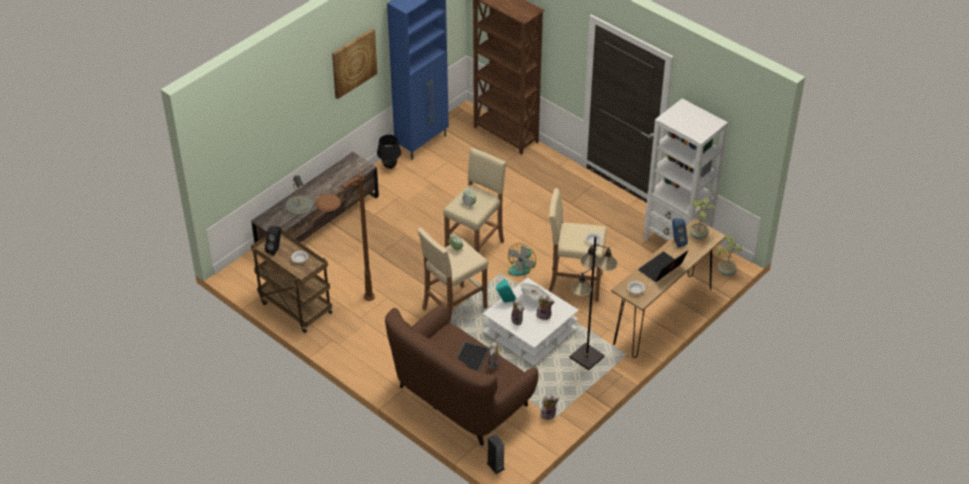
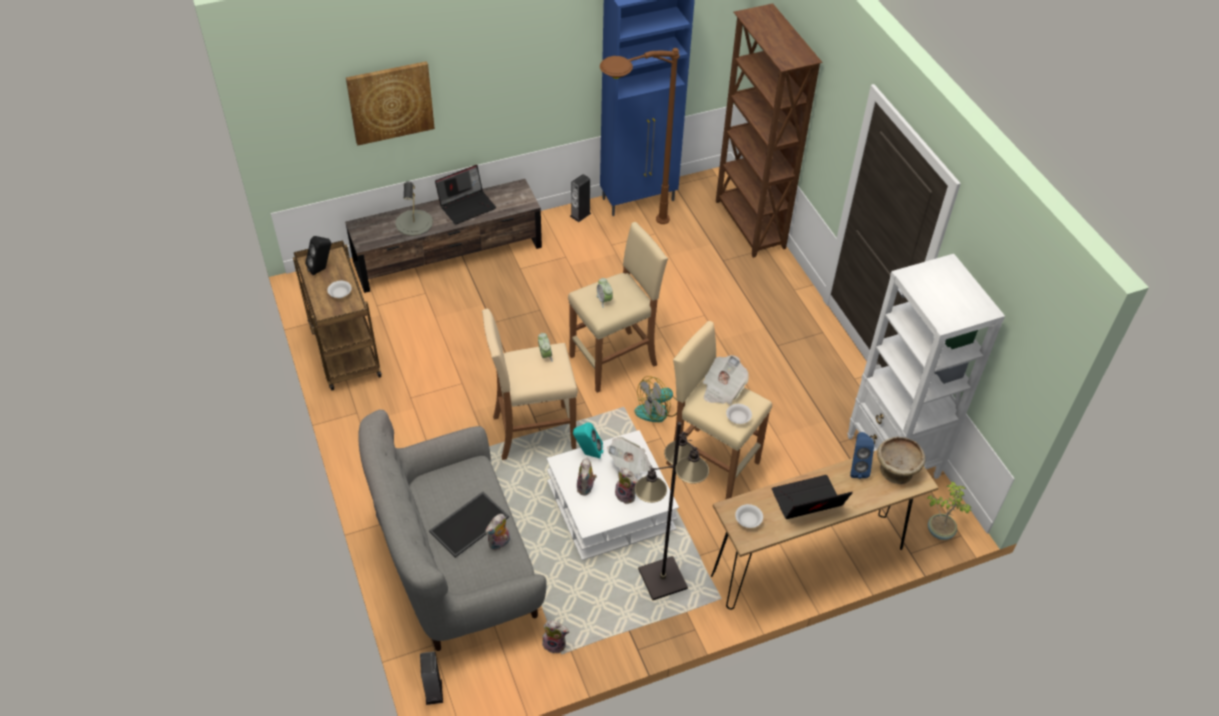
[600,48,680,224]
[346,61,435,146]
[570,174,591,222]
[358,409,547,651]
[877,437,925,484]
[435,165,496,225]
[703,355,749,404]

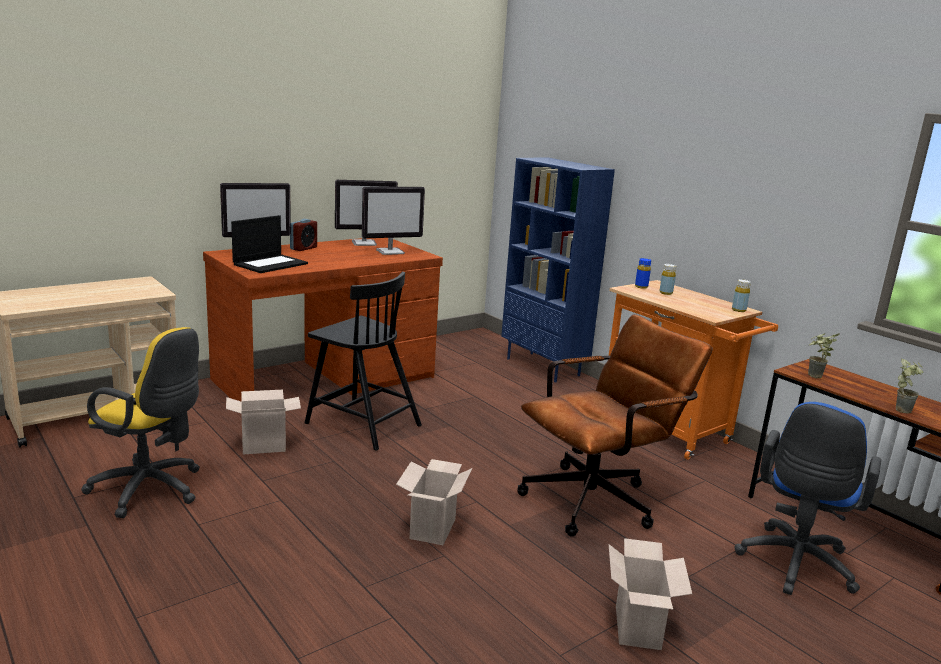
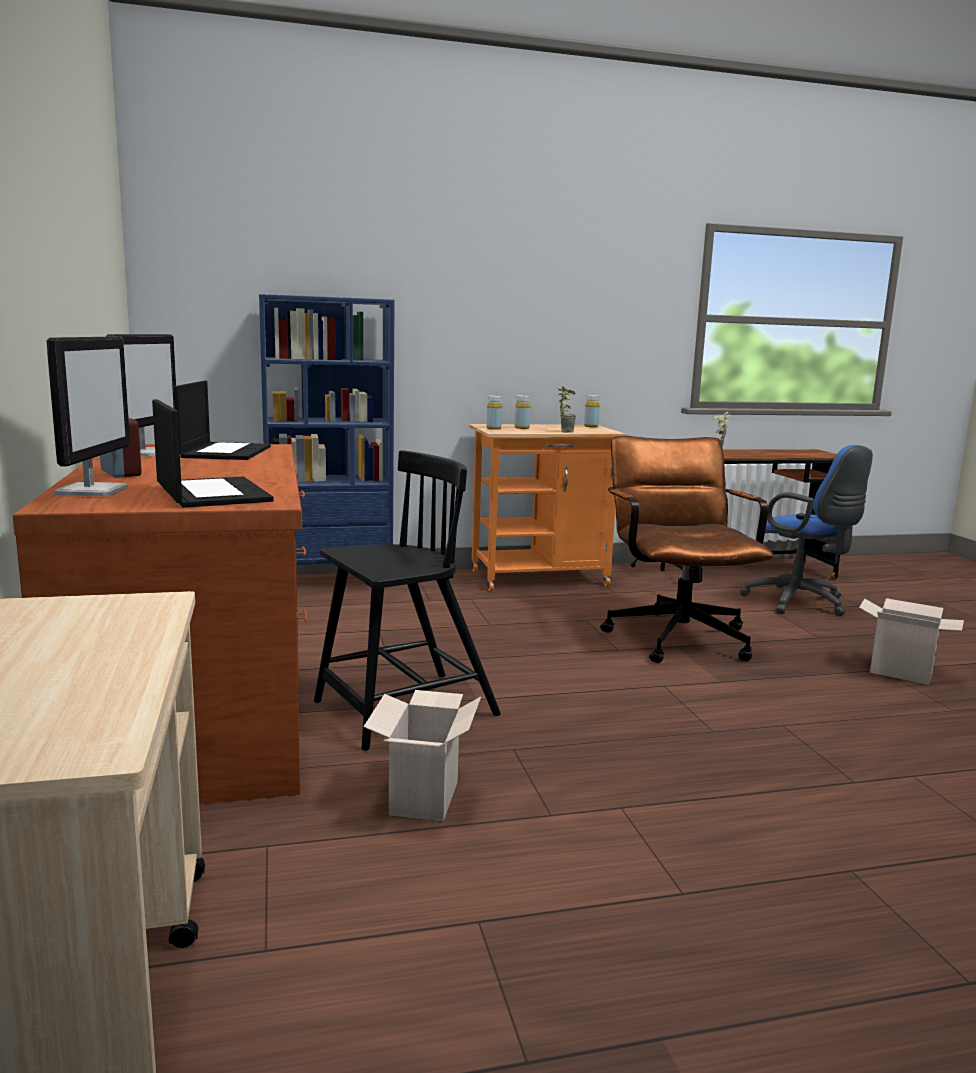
[81,327,200,518] (first image)
[173,381,271,460]
[396,459,472,545] (first image)
[486,395,502,430]
[558,386,577,433]

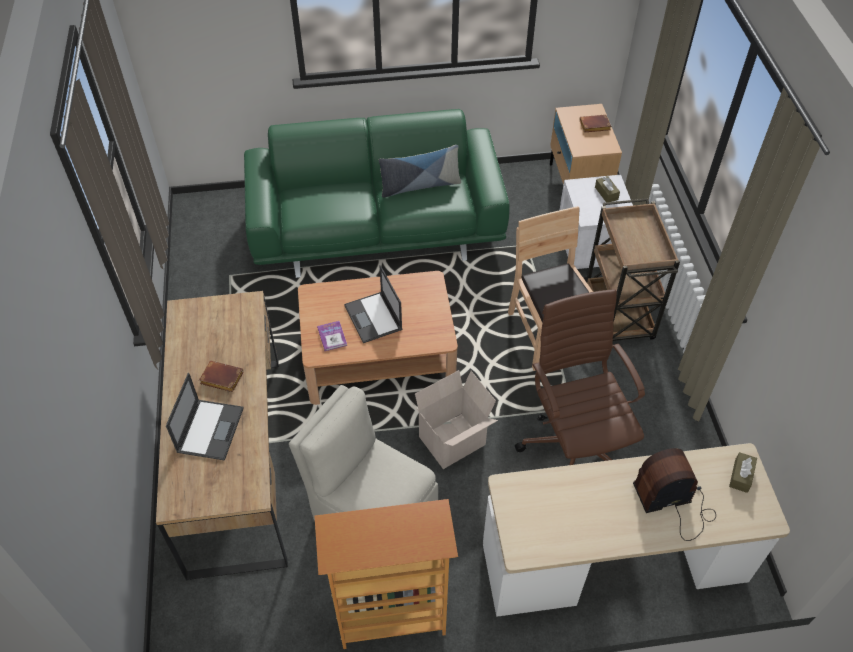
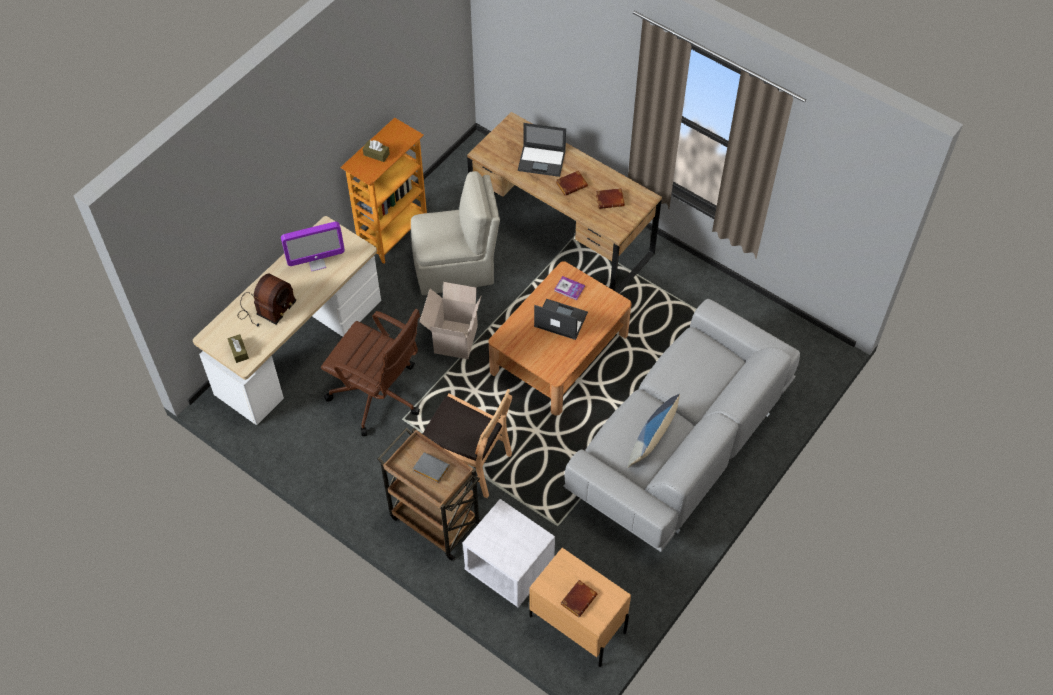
[518,123,566,177]
[563,299,800,552]
[363,140,390,162]
[281,222,345,271]
[413,452,450,483]
[596,188,625,209]

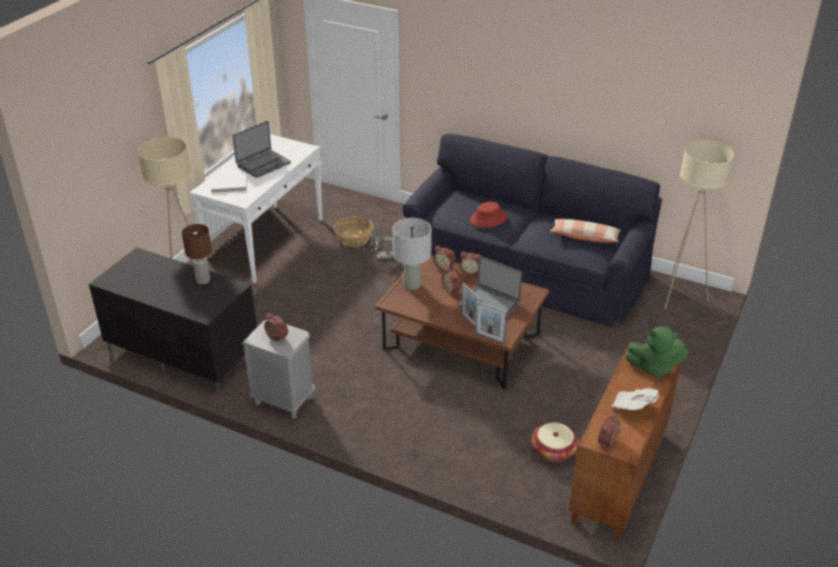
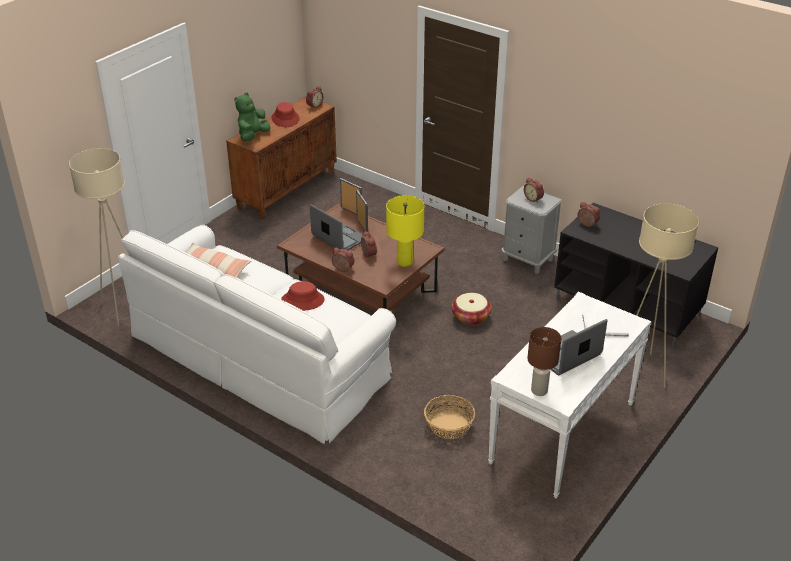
[527,327,561,396]
[371,225,393,259] (first image)
[386,195,424,267]
[118,225,396,444]
[578,202,600,227]
[451,293,492,325]
[272,102,300,127]
[234,92,270,142]

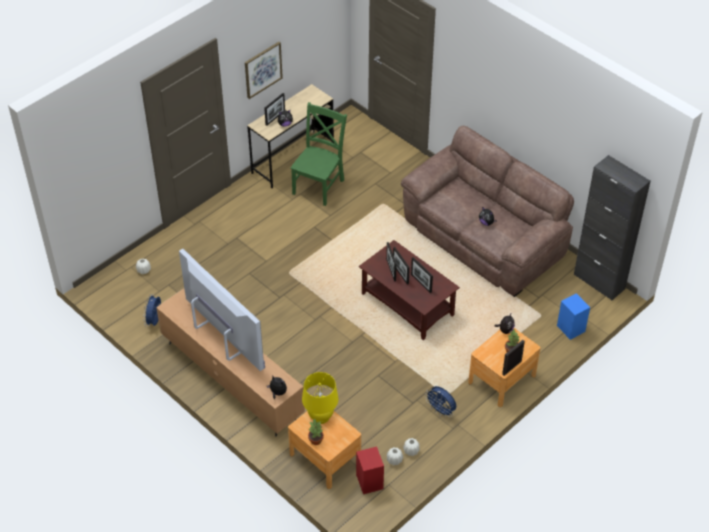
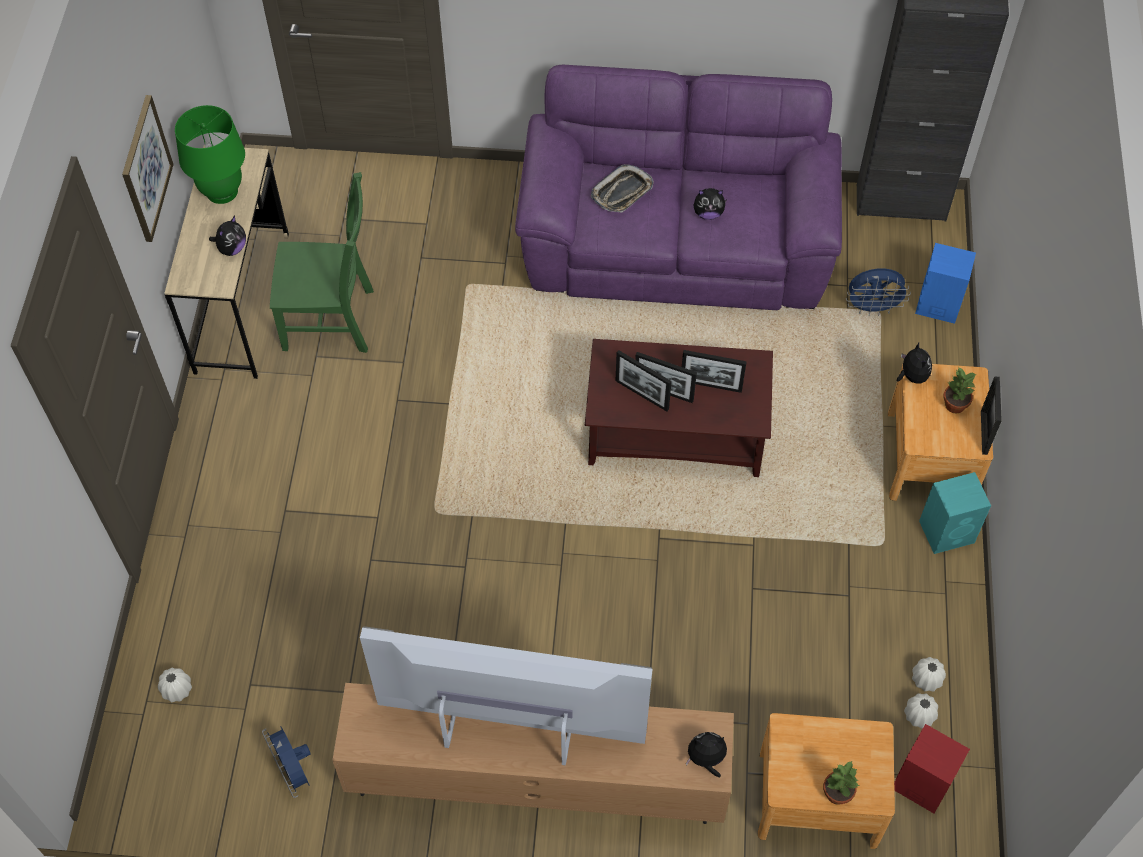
[264,93,285,126] (first image)
[270,172,374,353]
[302,372,338,424] (first image)
[515,65,842,310]
[846,268,911,316]
[175,105,245,204]
[591,164,654,213]
[919,472,991,554]

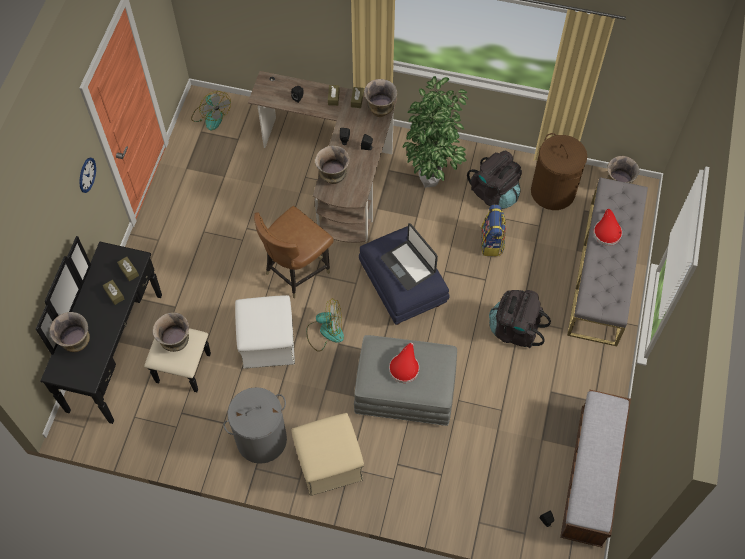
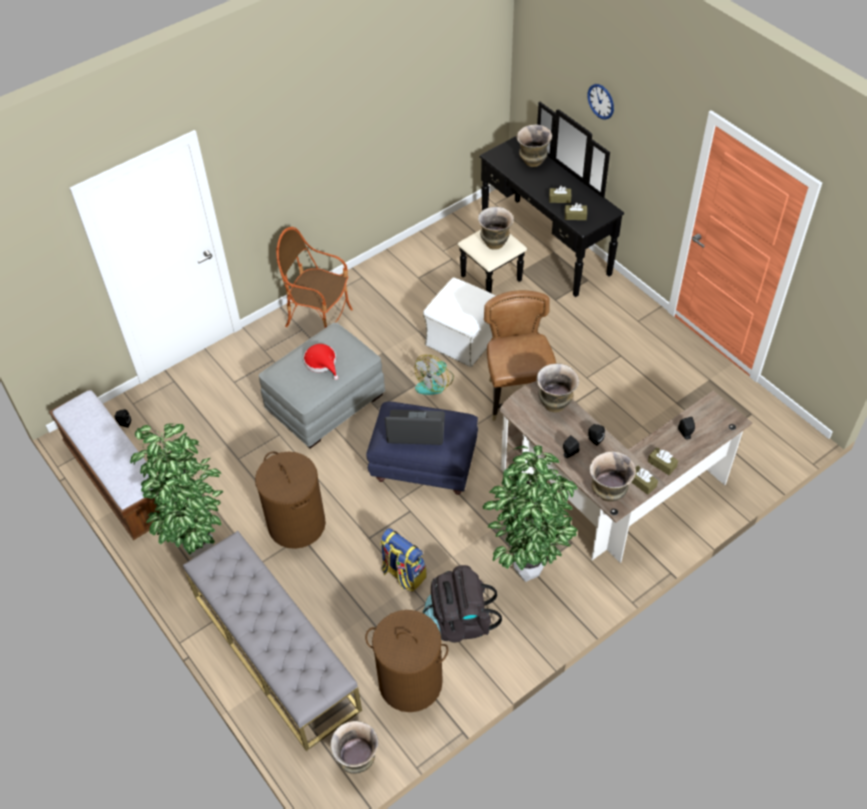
[587,84,614,120]
[191,91,231,130] (first image)
[223,387,287,464] (first image)
[276,227,353,328]
[255,452,326,549]
[593,209,622,246] (first image)
[130,423,223,558]

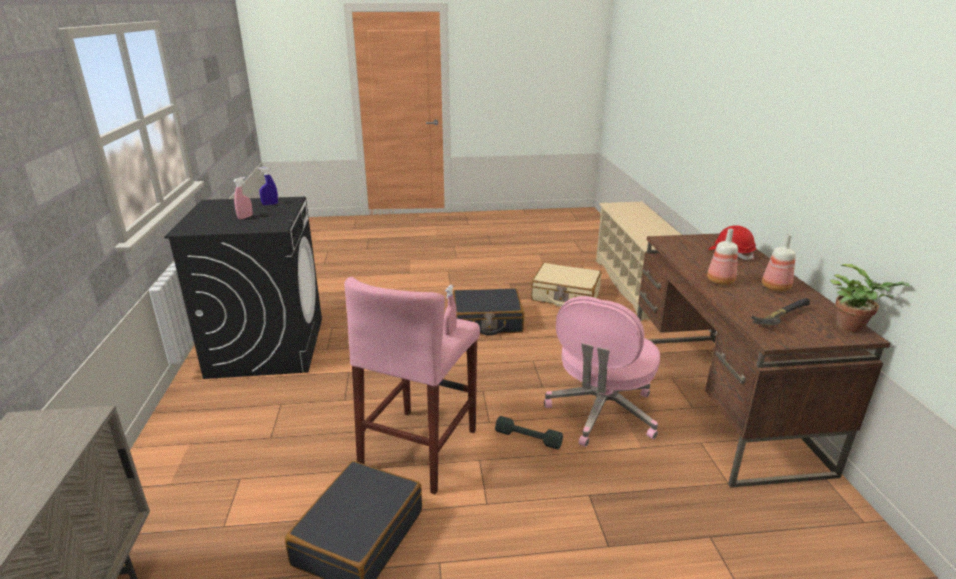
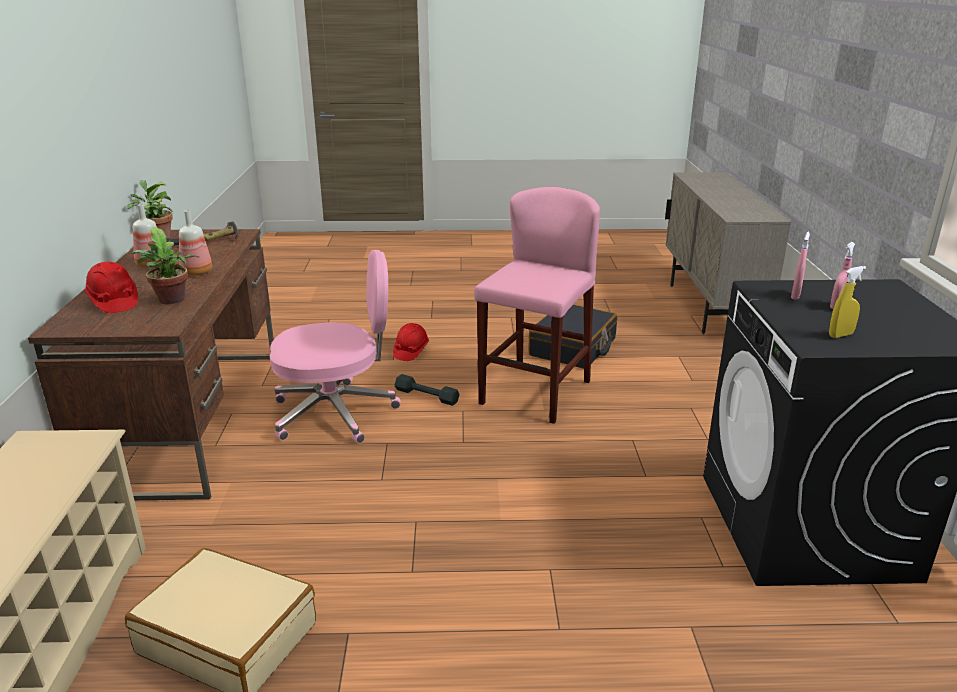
[829,266,866,338]
[791,231,810,300]
[453,288,524,336] (first image)
[270,250,401,443]
[132,227,200,304]
[393,323,429,361]

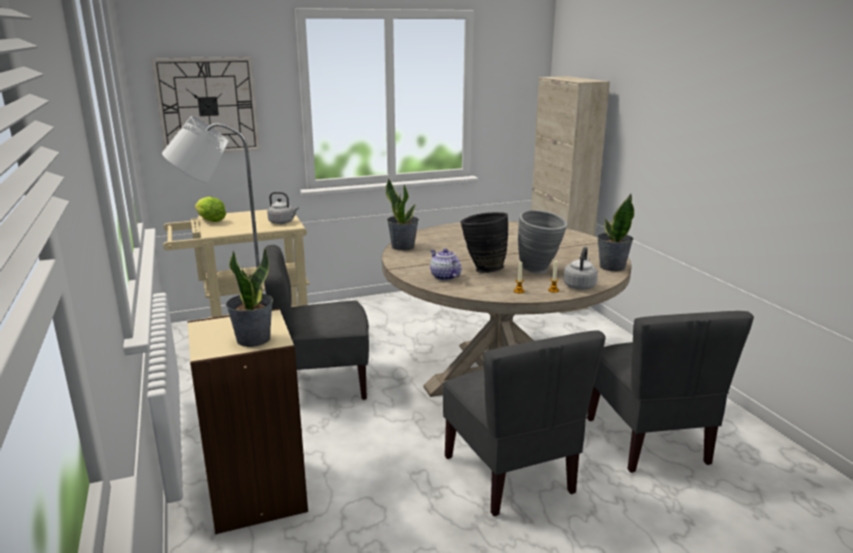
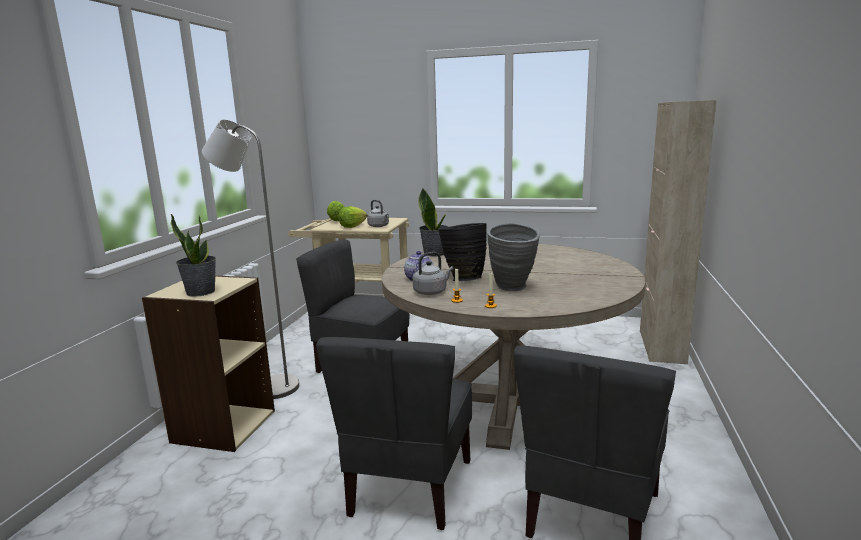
[152,57,260,153] (first image)
[413,252,453,295]
[597,194,634,271] (first image)
[338,206,367,228]

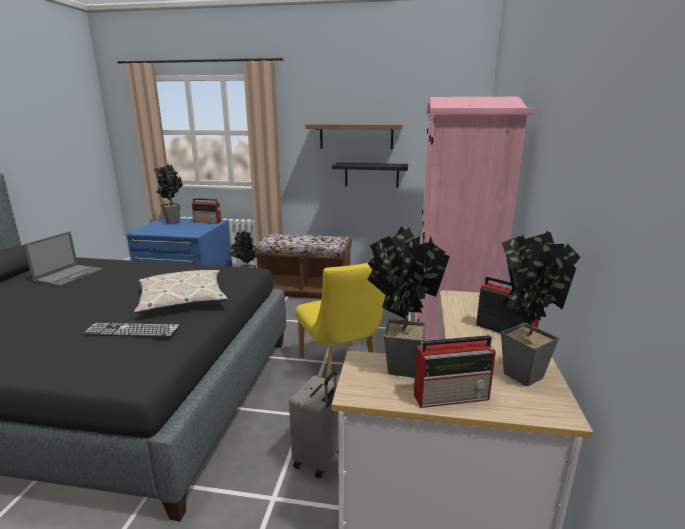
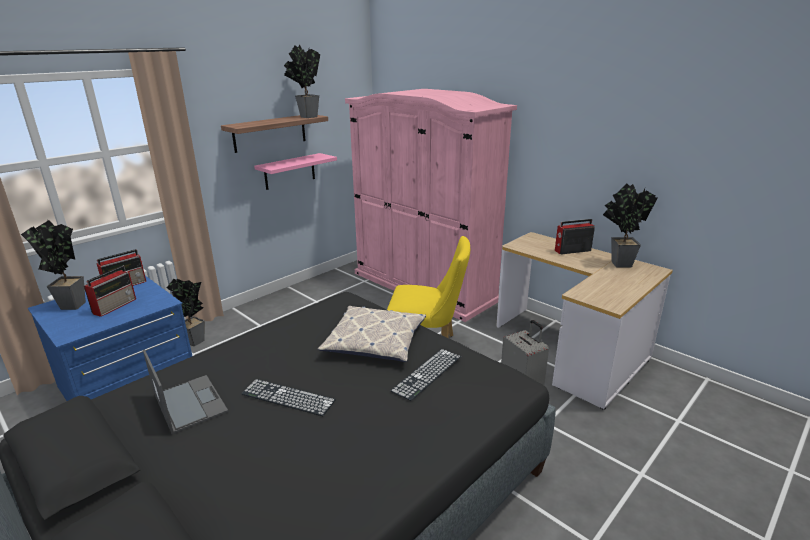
[254,234,351,299] (first image)
[254,153,337,190]
[284,45,320,118]
[84,266,136,317]
[241,379,336,416]

